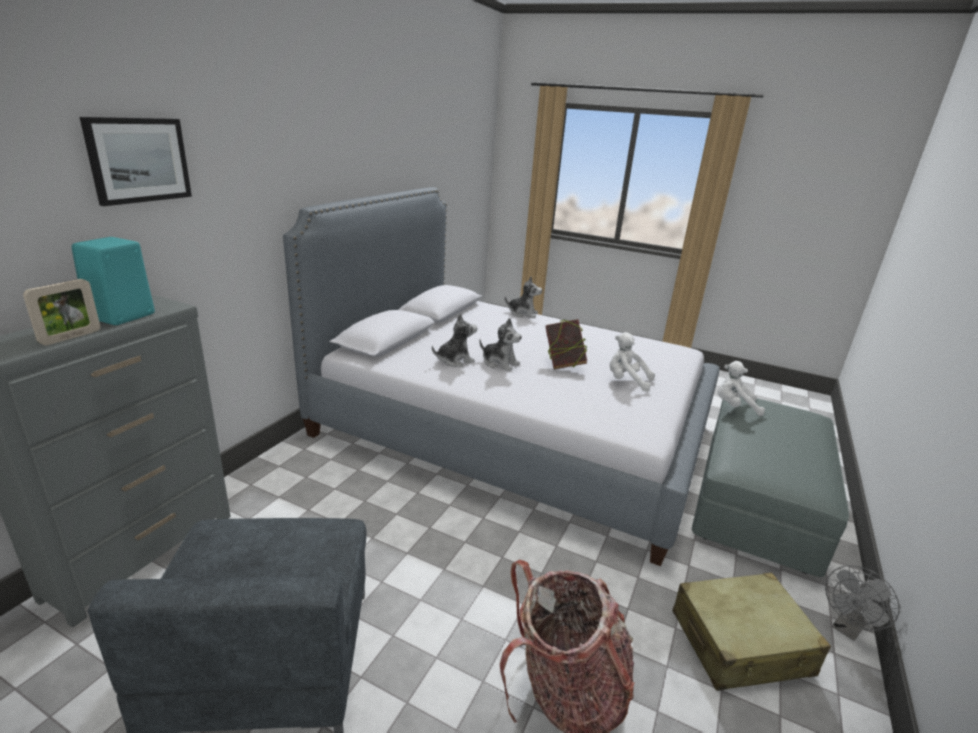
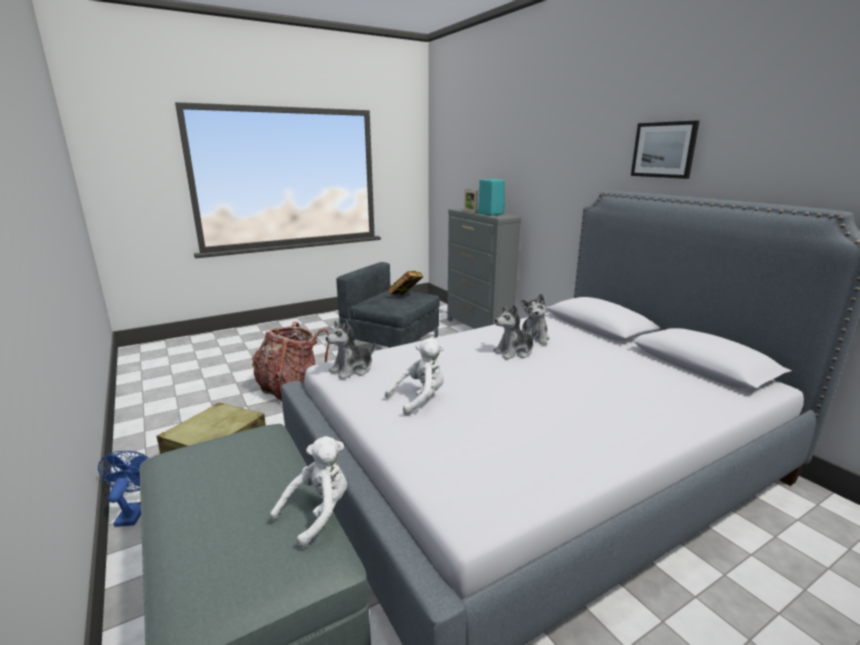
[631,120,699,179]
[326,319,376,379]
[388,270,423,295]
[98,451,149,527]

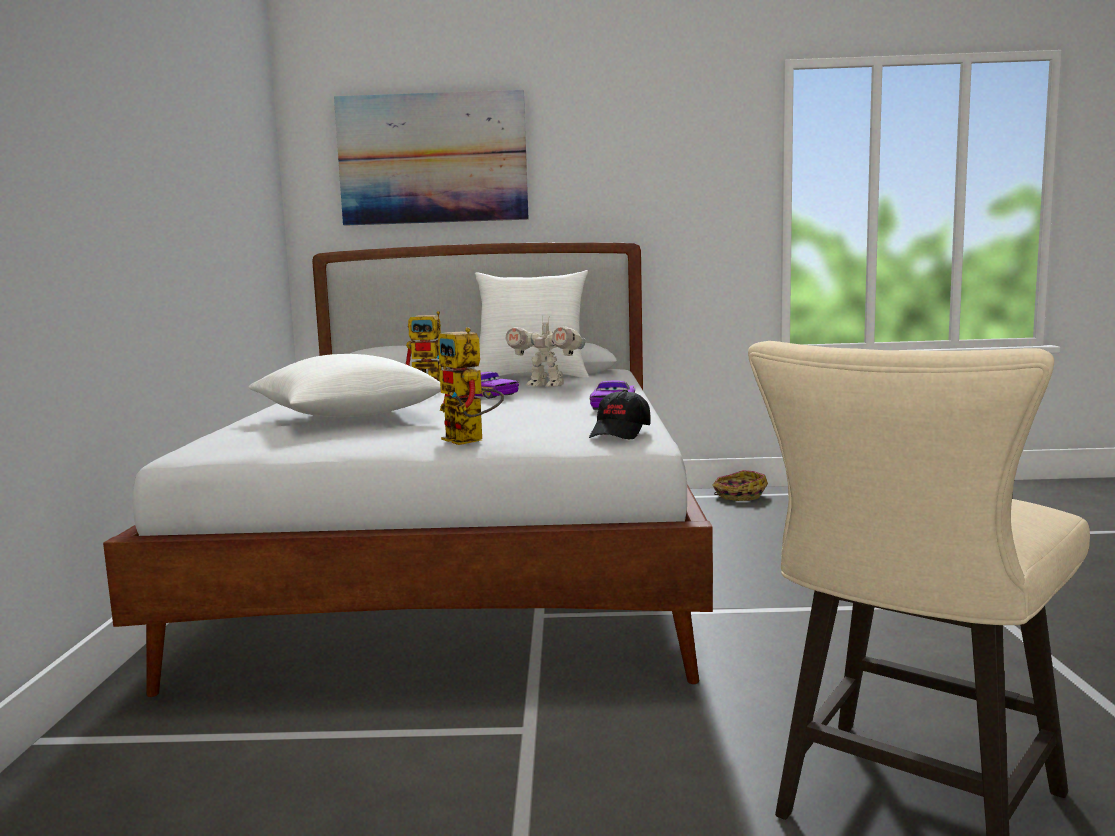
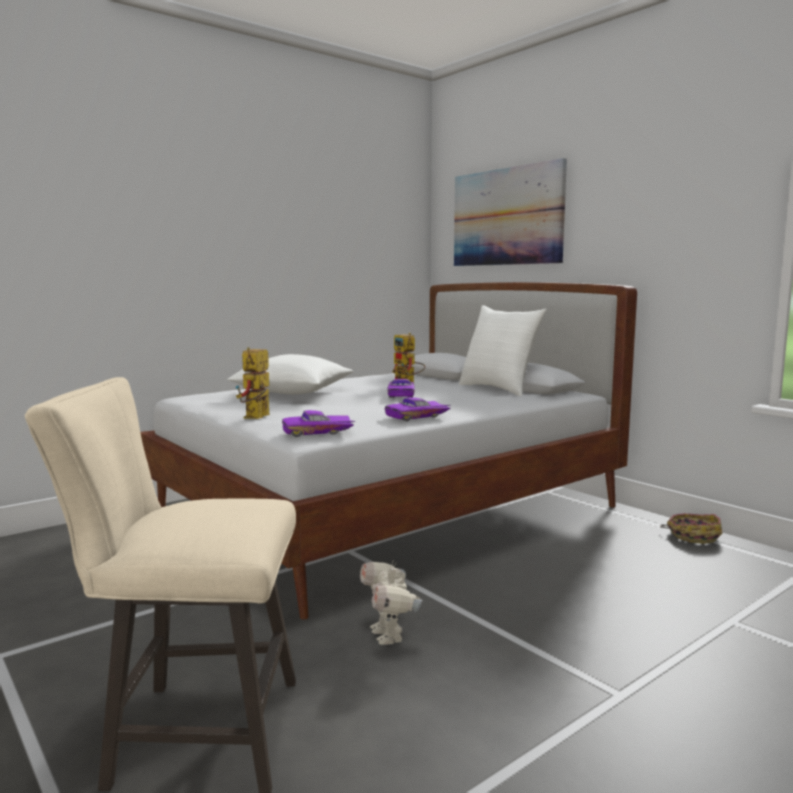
[360,559,423,645]
[282,410,355,437]

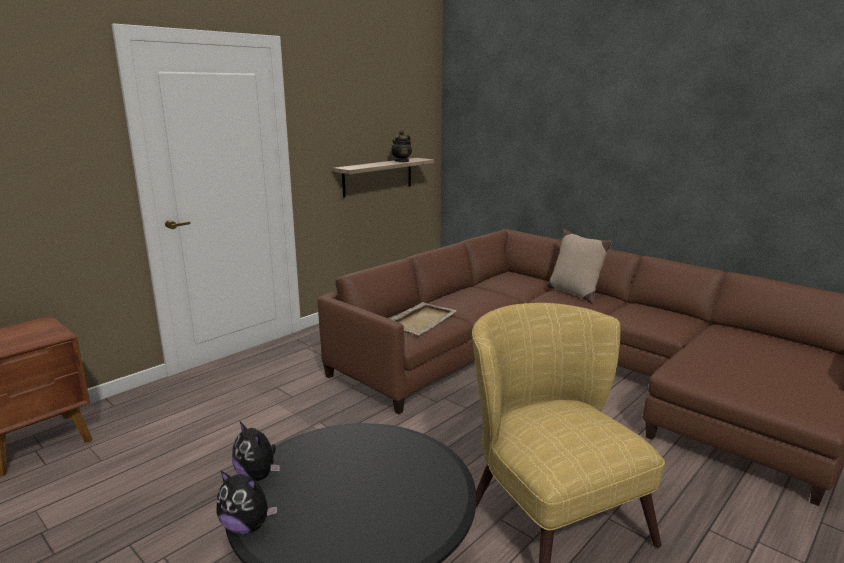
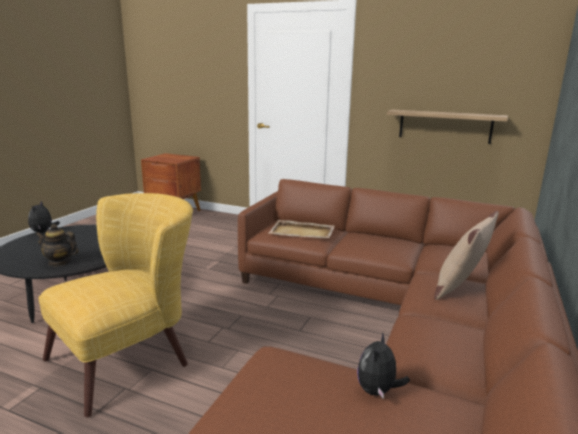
[357,332,410,399]
[35,224,79,266]

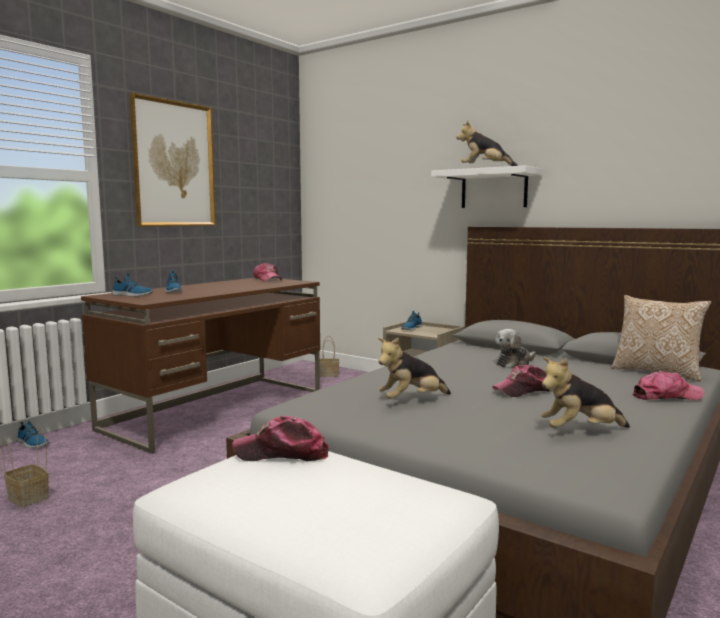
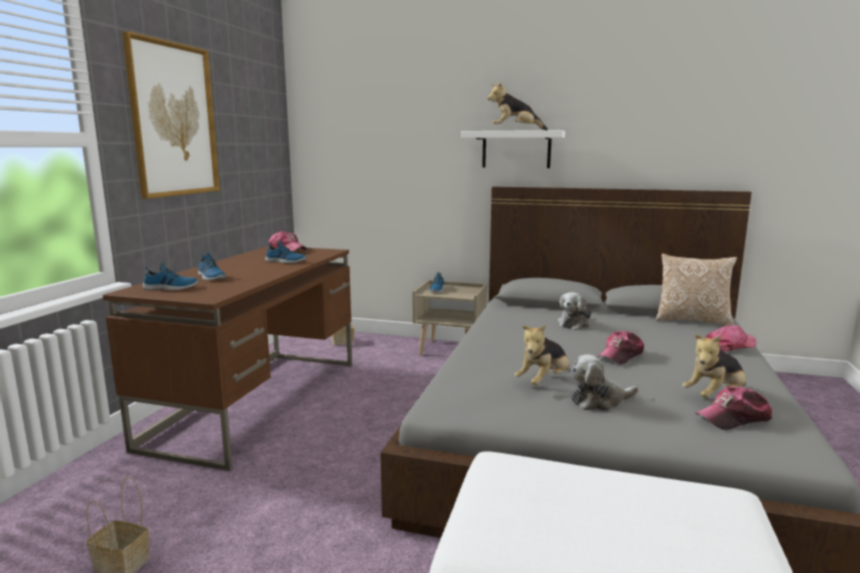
[265,239,307,263]
[695,386,772,430]
[571,354,638,411]

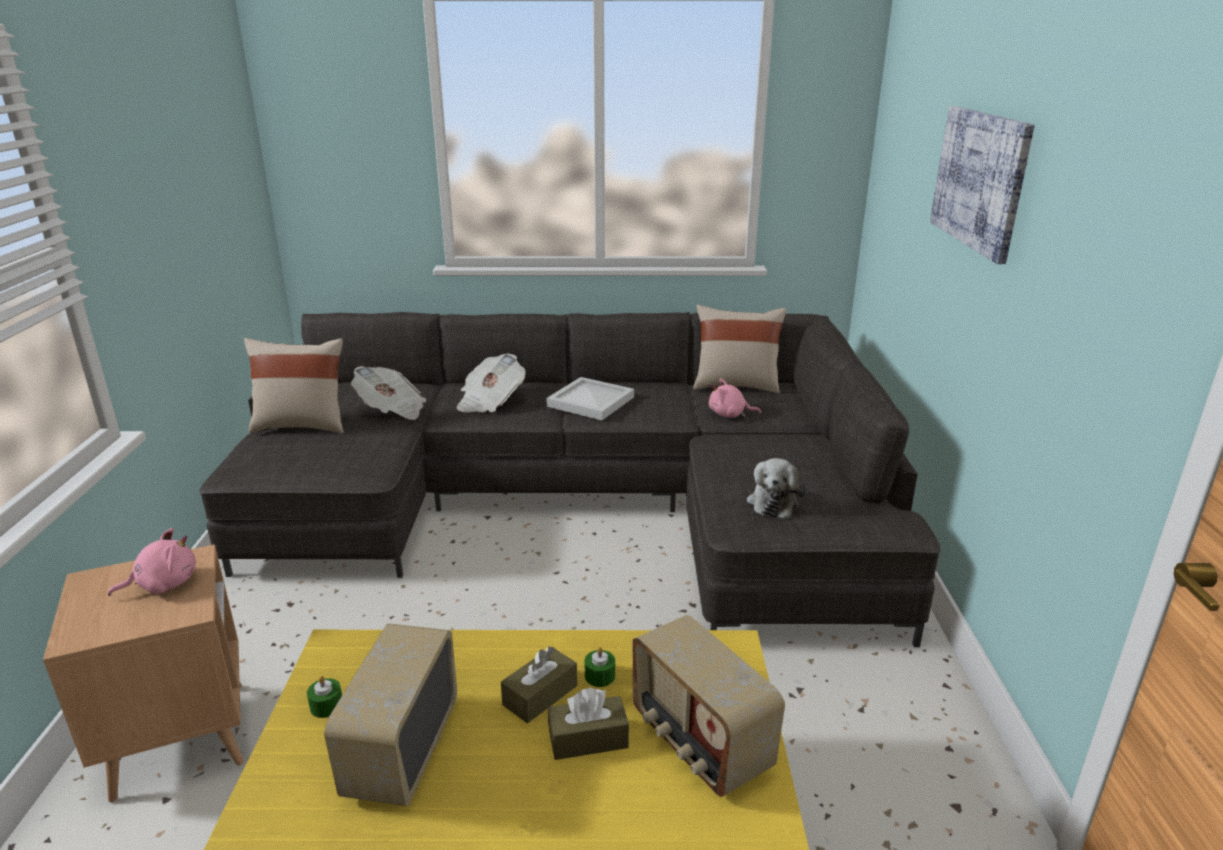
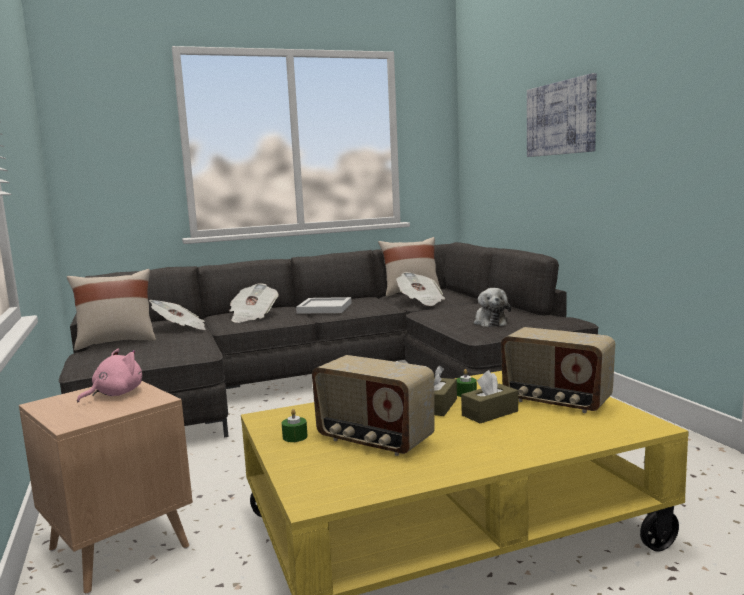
[312,355,435,456]
[396,272,445,306]

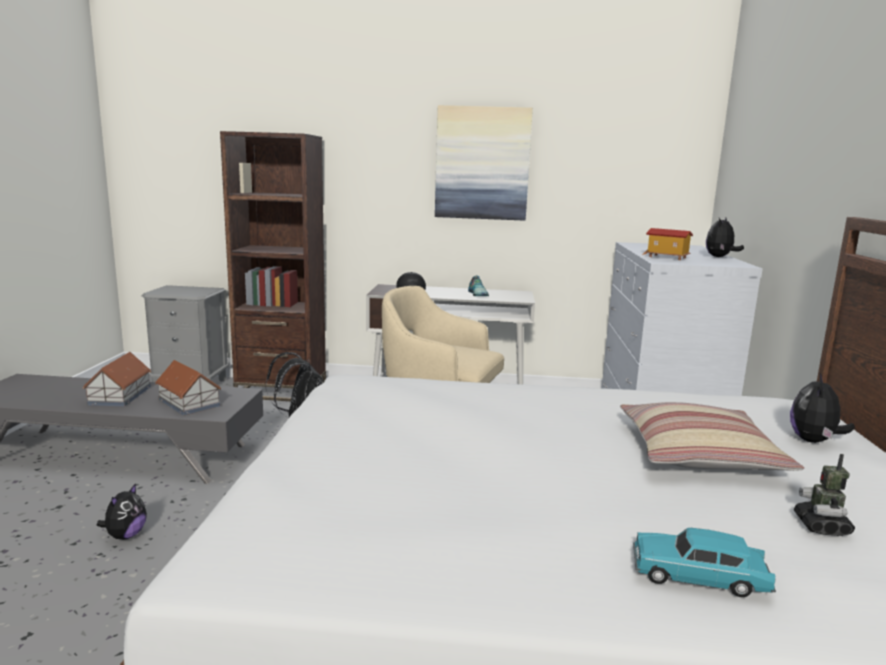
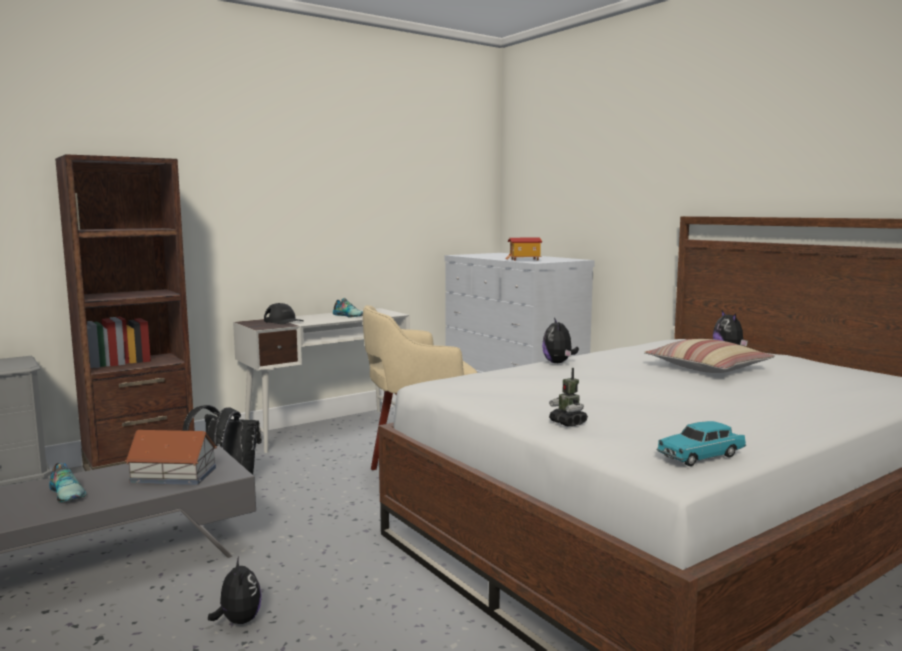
[49,463,86,502]
[435,105,533,221] (first image)
[657,421,746,466]
[542,318,579,363]
[549,368,588,426]

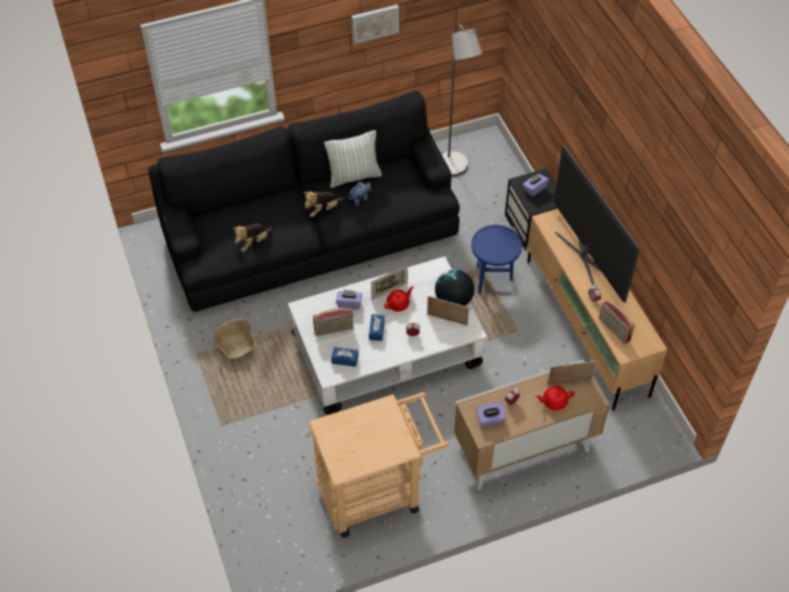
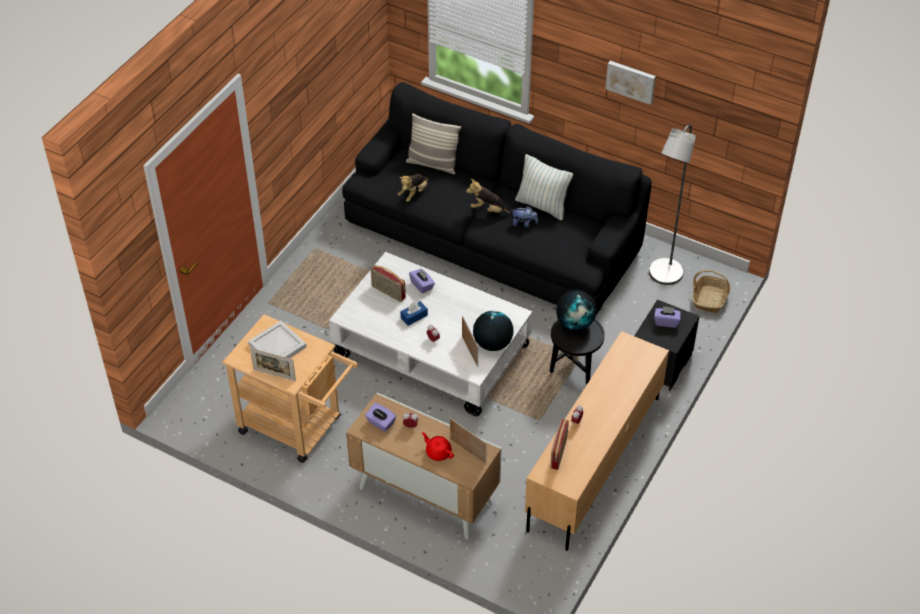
[692,270,730,313]
[398,174,429,202]
[331,347,358,367] (first image)
[250,348,296,381]
[384,286,414,311] (first image)
[549,319,605,385]
[554,145,640,303] (first image)
[248,321,306,358]
[406,113,461,174]
[556,290,597,331]

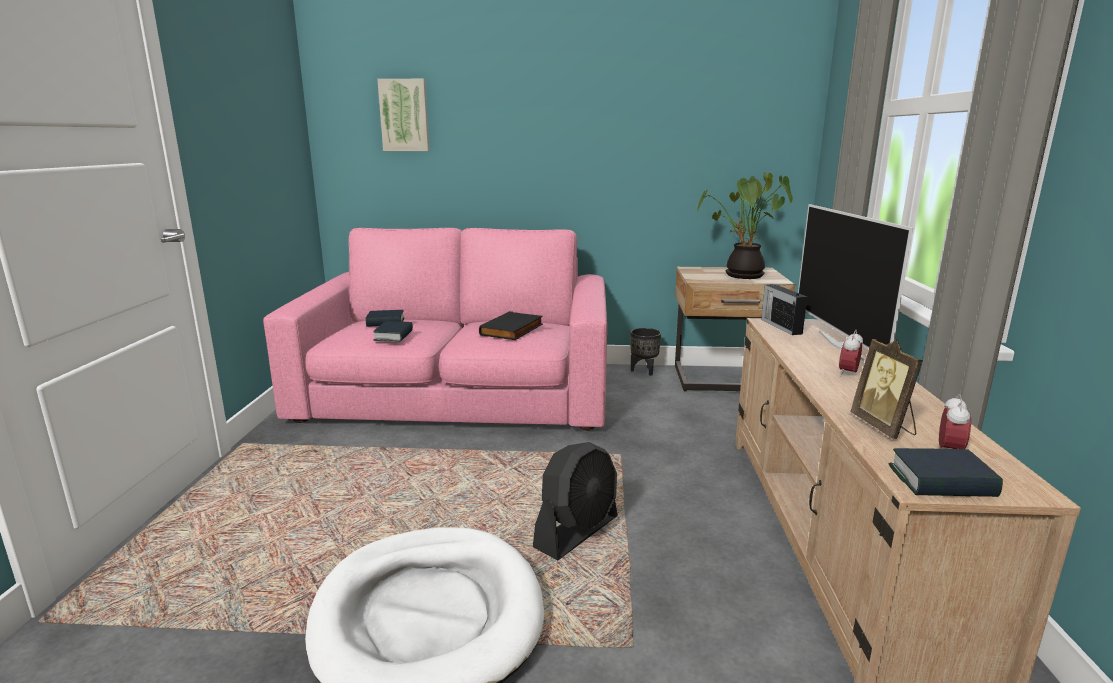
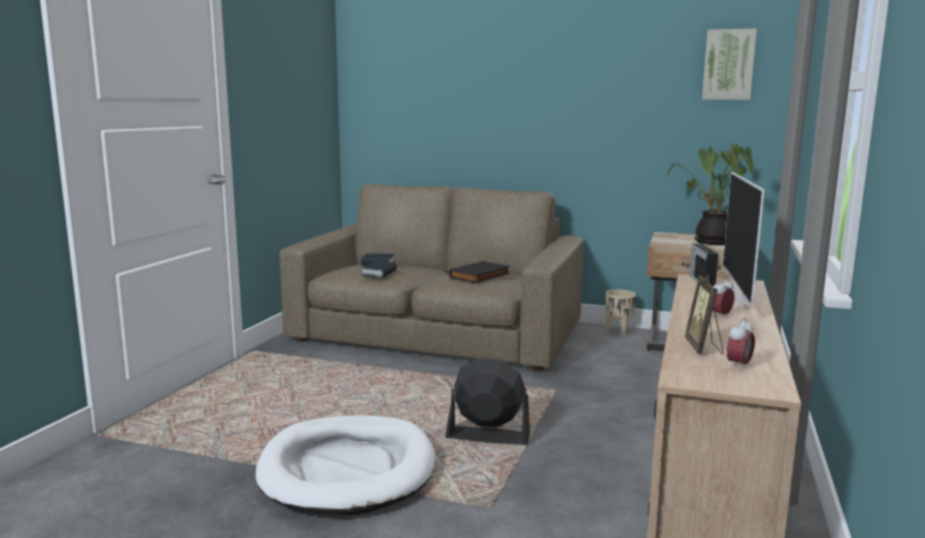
[279,184,584,371]
[702,29,757,100]
[445,358,530,445]
[606,290,636,336]
[888,448,1003,497] (first image)

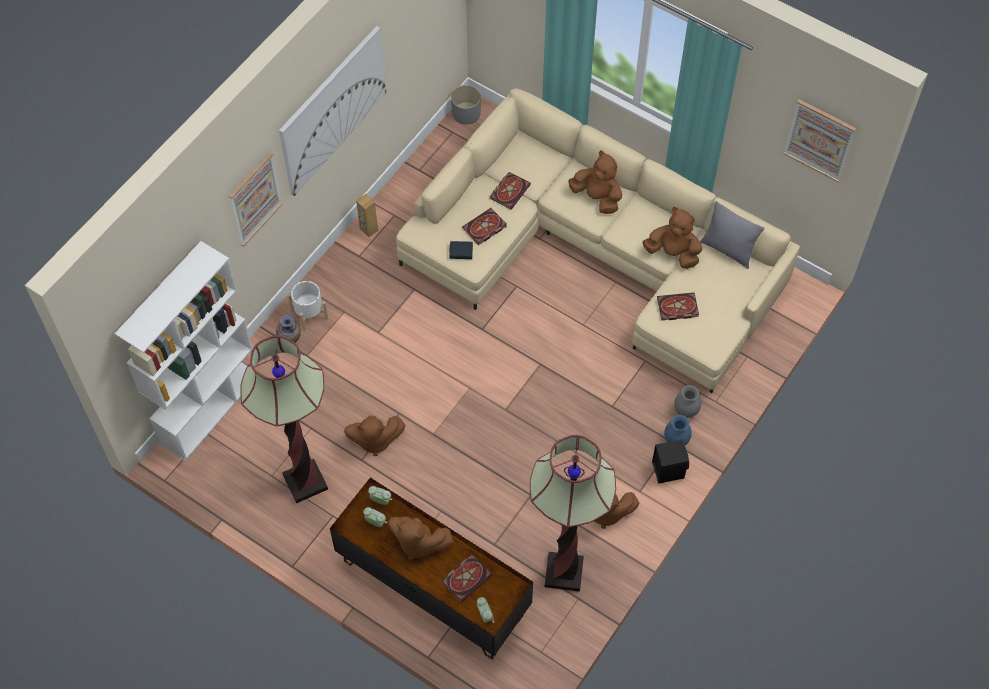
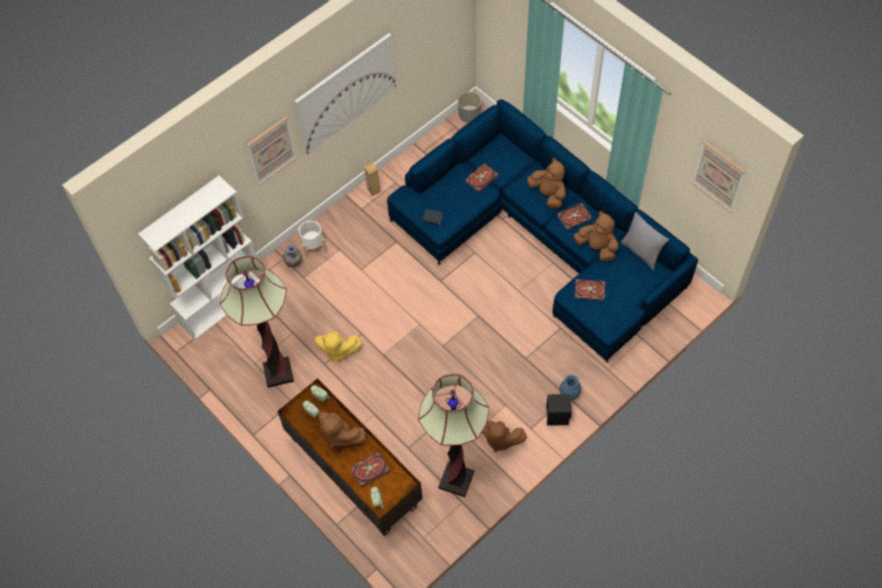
[314,331,362,363]
[387,99,698,363]
[557,203,592,230]
[674,385,701,418] (first image)

